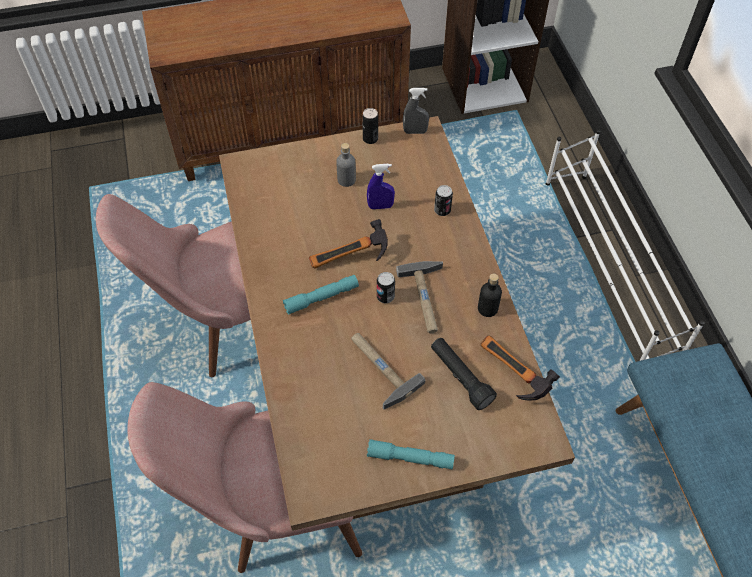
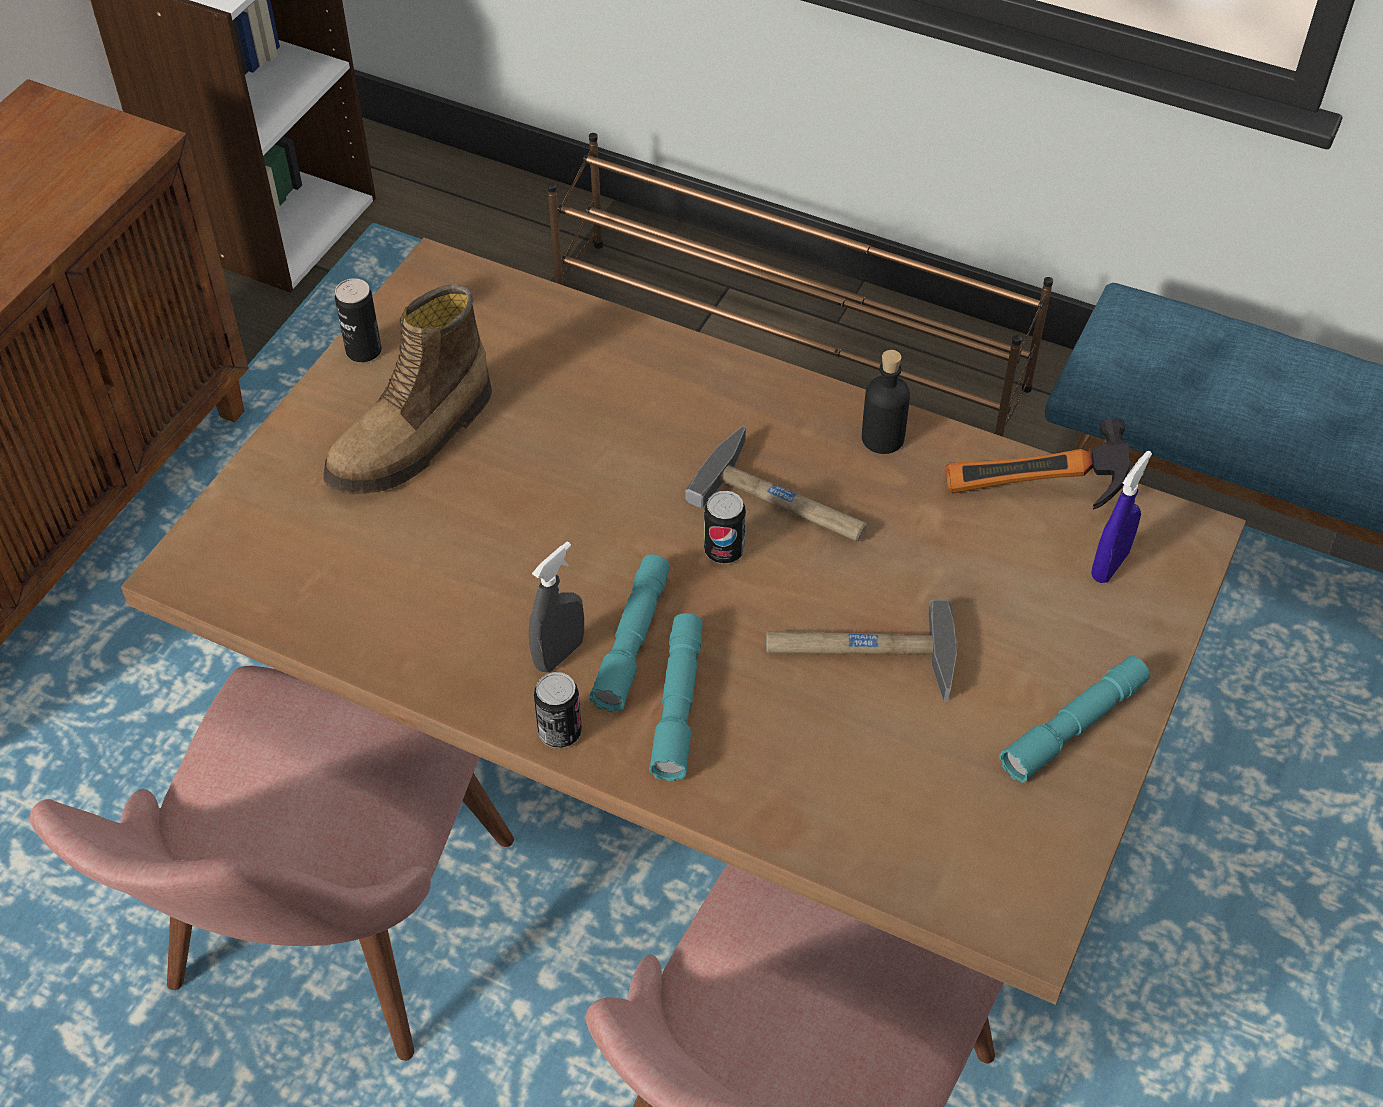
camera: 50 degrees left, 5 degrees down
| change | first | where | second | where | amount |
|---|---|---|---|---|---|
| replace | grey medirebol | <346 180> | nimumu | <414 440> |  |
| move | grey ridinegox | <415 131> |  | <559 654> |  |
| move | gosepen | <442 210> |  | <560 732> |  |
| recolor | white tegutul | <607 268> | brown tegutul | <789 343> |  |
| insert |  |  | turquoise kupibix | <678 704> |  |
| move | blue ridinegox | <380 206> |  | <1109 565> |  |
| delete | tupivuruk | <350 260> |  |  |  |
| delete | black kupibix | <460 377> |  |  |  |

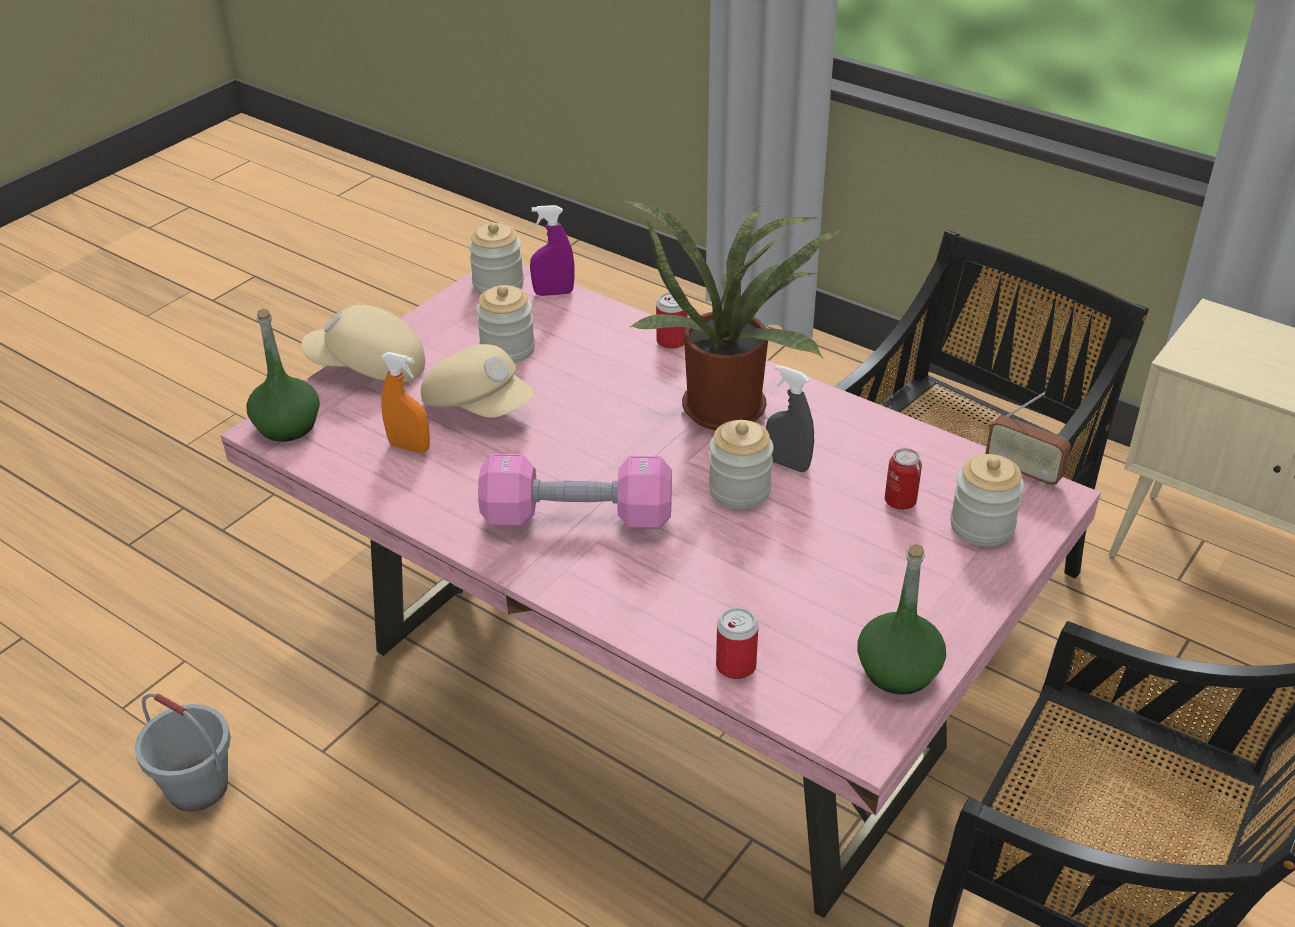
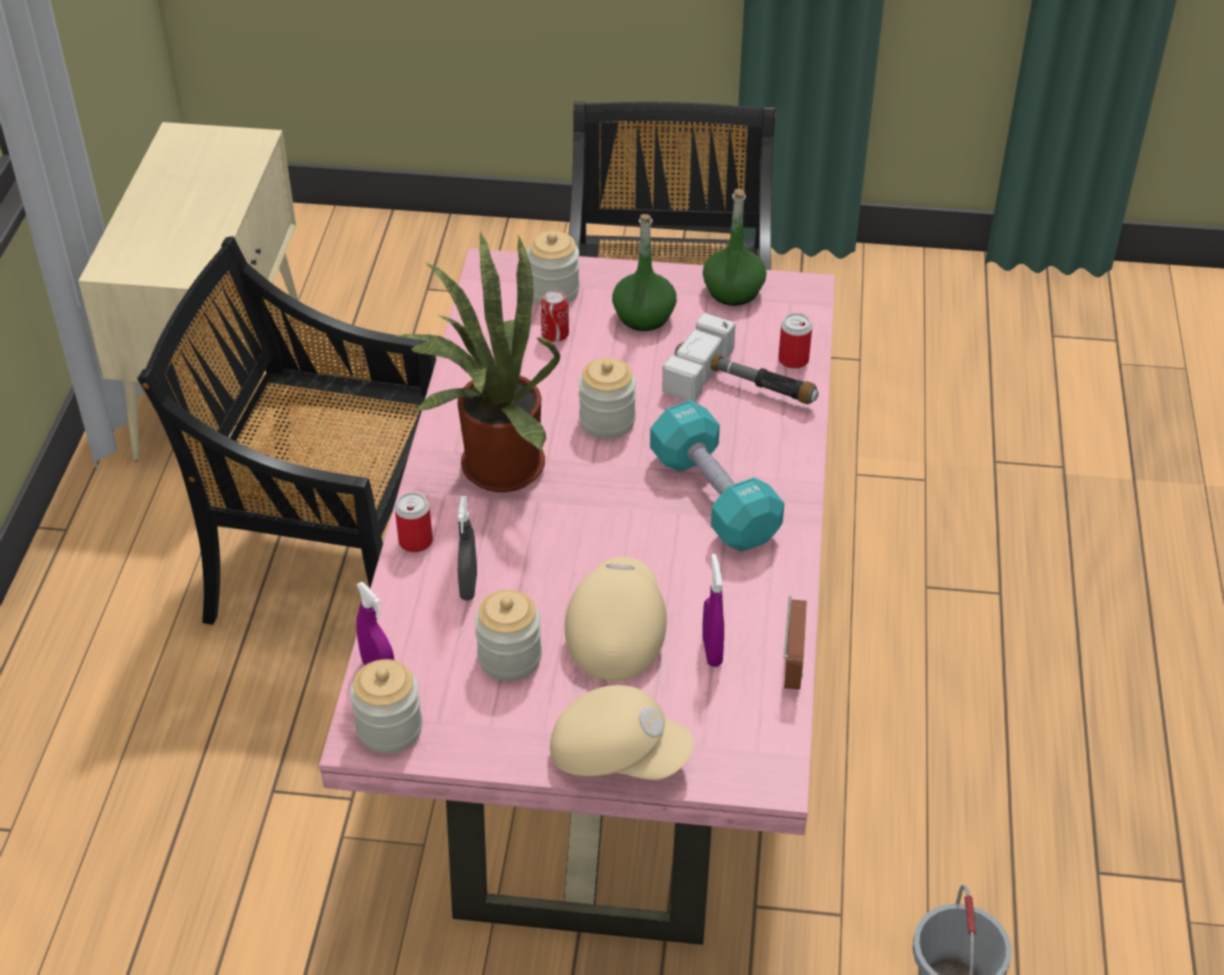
camera: 120 degrees left, 5 degrees up
| change | first | where | second | where | amount |
|---|---|---|---|---|---|
| move | grey ridinegox | <787 464> |  | <468 586> |  |
| rotate | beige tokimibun | <368 368> |  | <618 754> | 45 degrees counterclockwise |
| move | green medirebol | <288 426> |  | <644 316> |  |
| recolor | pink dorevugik | <577 517> | turquoise dorevugik | <714 497> |  |
| insert |  |  | tupivuruk | <745 386> |  |
| recolor | orange ridinegox | <409 447> | purple ridinegox | <712 651> |  |
| move | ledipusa | <1023 472> |  | <792 664> |  |

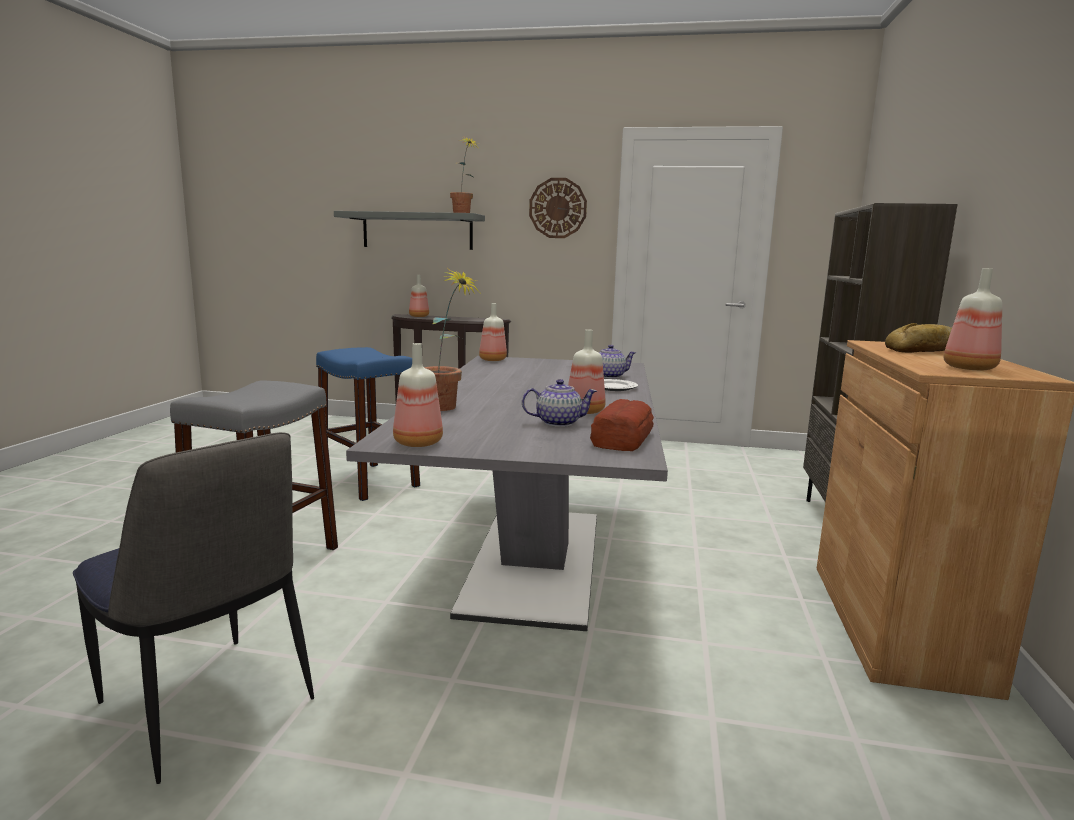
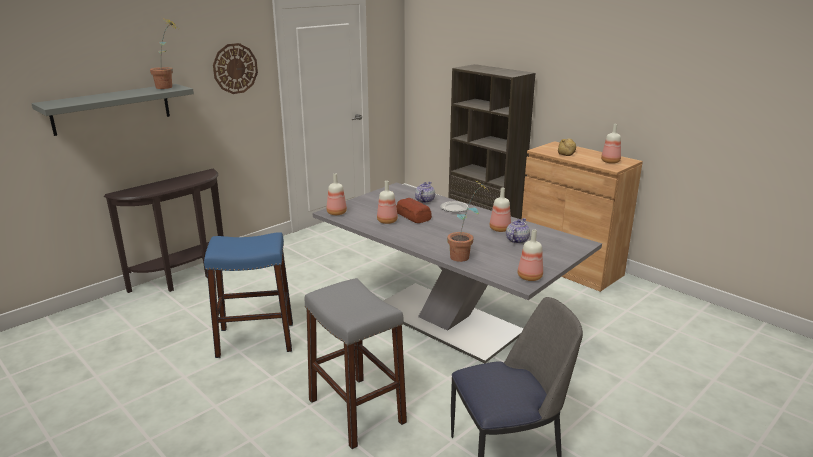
camera: 55 degrees left, 10 degrees up
| change | first | where | second | where | amount |
|---|---|---|---|---|---|
| move | medirebol | <419 316> |  | <388 221> |  |
| move | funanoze | <621 439> |  | <413 216> |  |

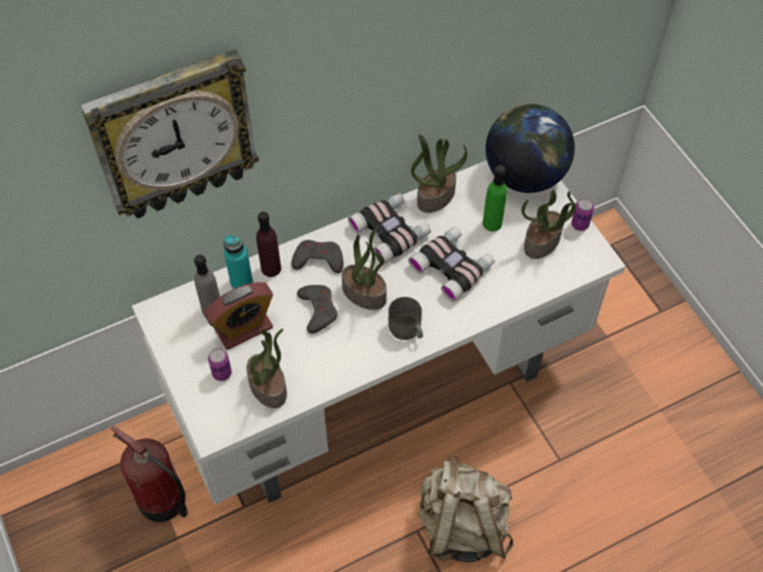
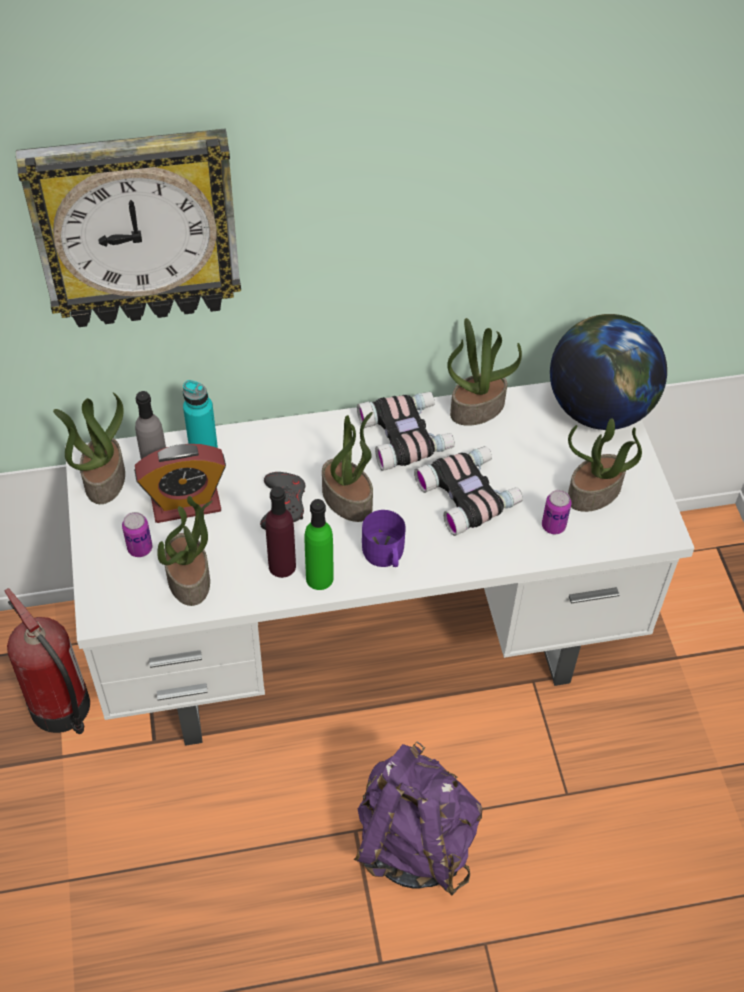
camera: 15 degrees right, 5 degrees down
| change | first | where | second | where | amount |
|---|---|---|---|---|---|
| insert |  |  | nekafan | <104 478> |  |
| move | purple medirebol | <271 268> |  | <282 566> |  |
| move | green medirebol | <492 223> |  | <319 578> |  |
| recolor | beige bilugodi | <462 526> | purple bilugodi | <414 841> |  |
| recolor | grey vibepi | <407 330> | purple vibepi | <384 556> |  |
| move | gosepen | <580 224> |  | <553 526> |  |
| delete | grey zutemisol | <318 259> |  |  |  |

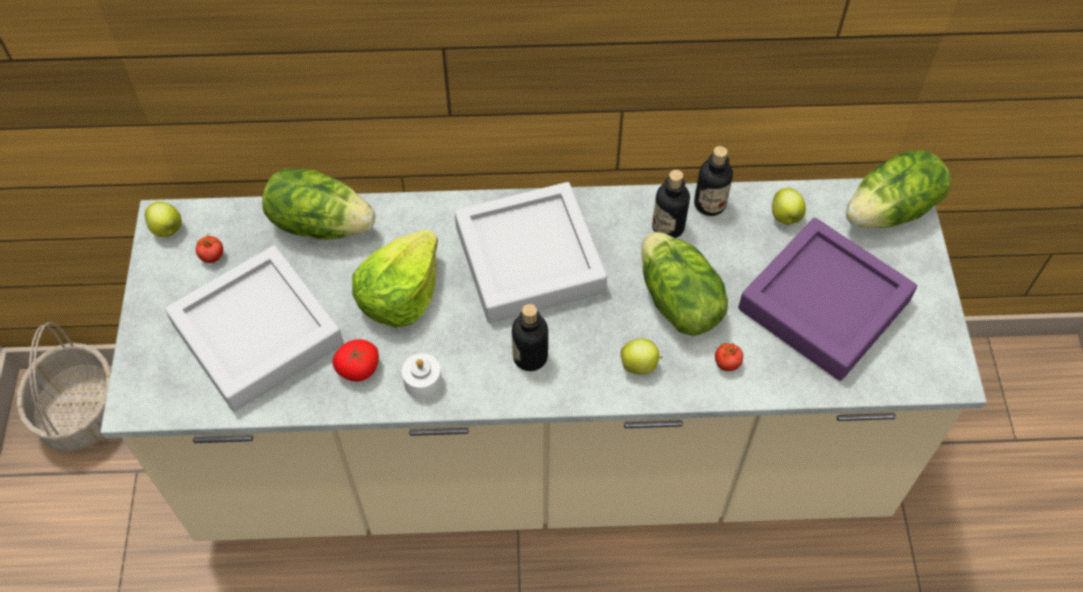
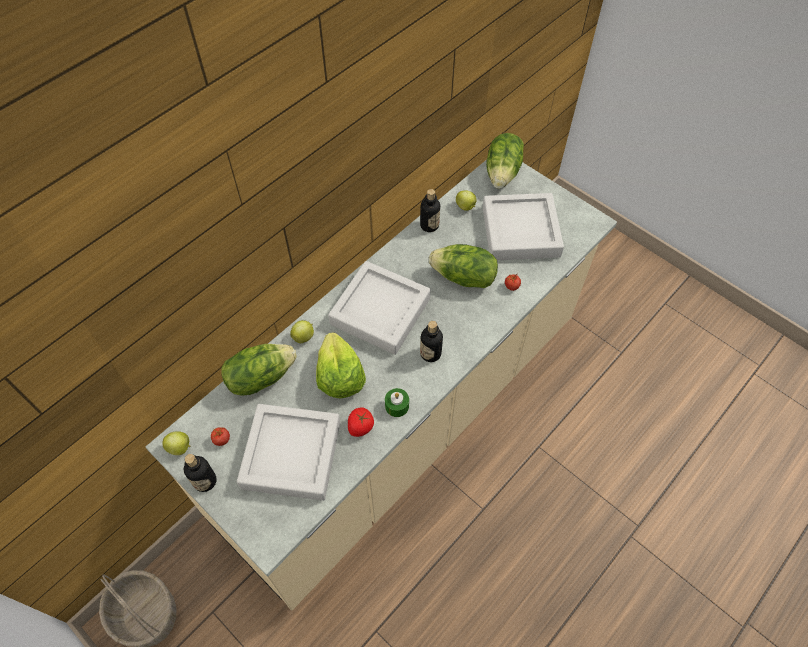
camera: 45 degrees left, 0 degrees up
| change | first | where | second | where | amount |
|---|---|---|---|---|---|
| move | medirebol | <668 227> |  | <205 481> |  |
| move | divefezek | <640 365> |  | <303 337> |  |
| recolor | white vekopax | <423 382> | green vekopax | <397 406> |  |
| recolor | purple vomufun | <823 305> | grey vomufun | <520 231> |  |

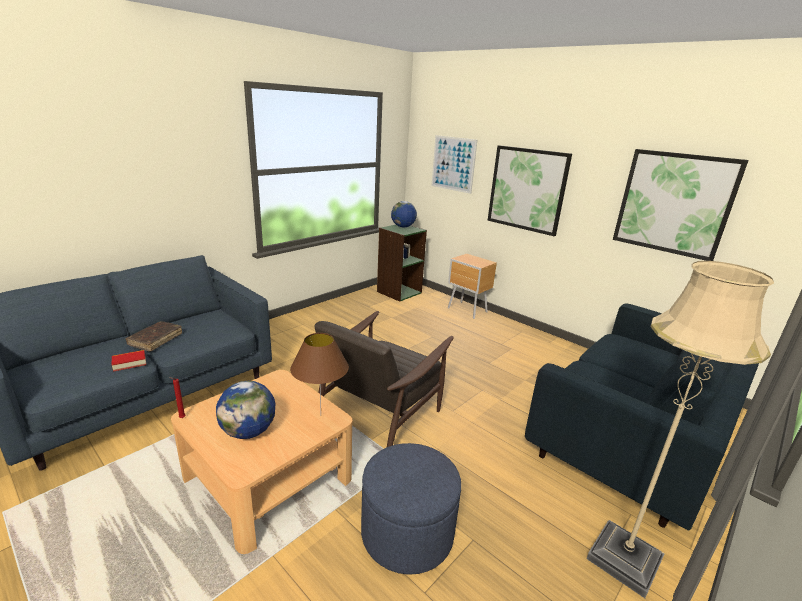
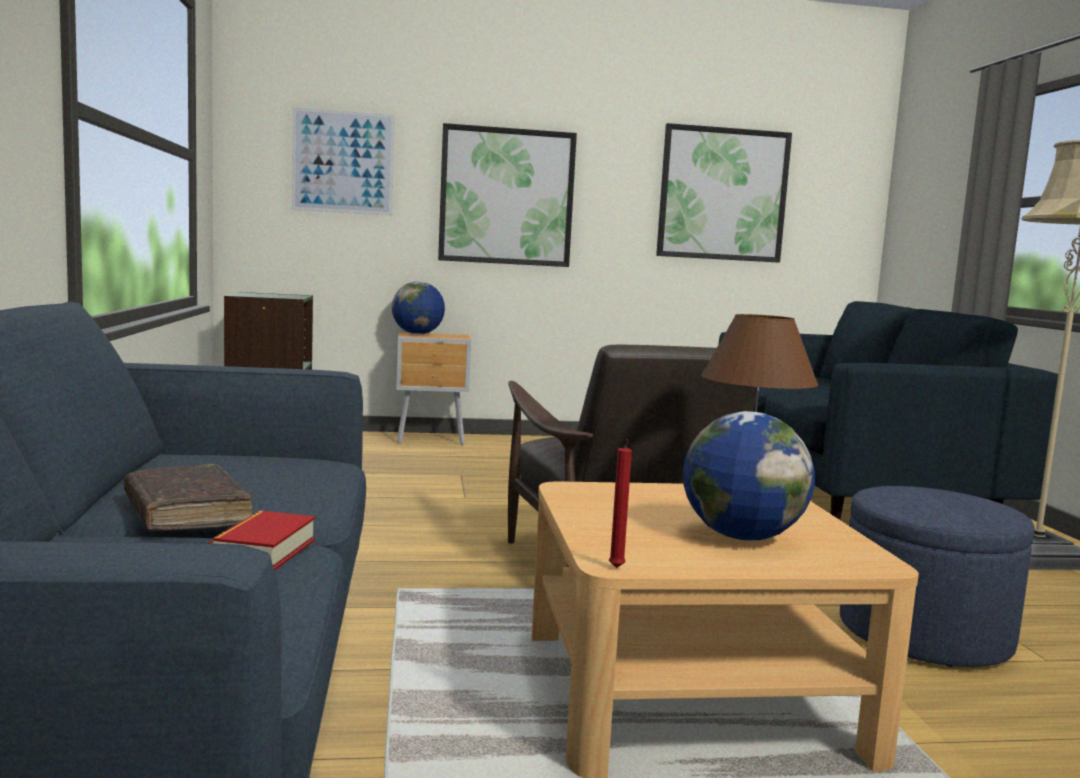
camera: 50 degrees left, 15 degrees down
| change | first | where | second | where | amount |
|---|---|---|---|---|---|
| move | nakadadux | <403 227> |  | <417 334> |  |

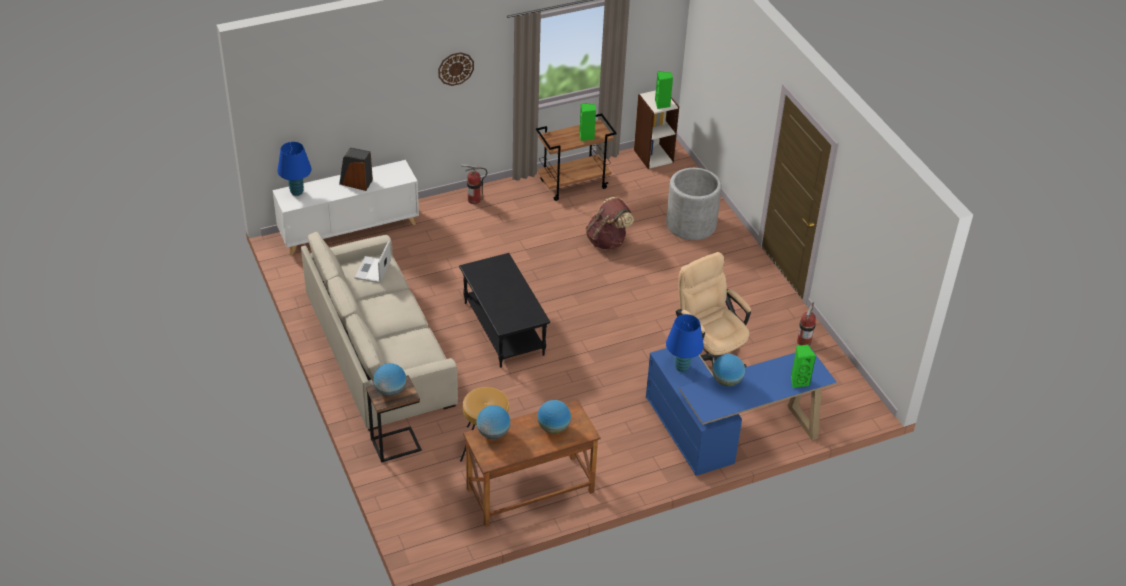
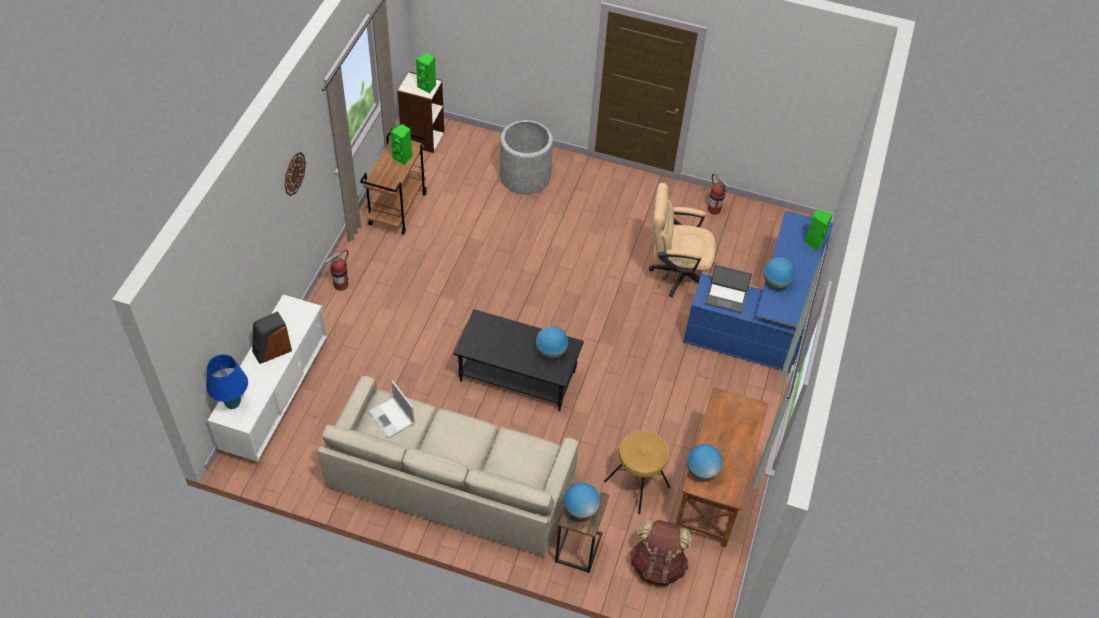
camera: 50 degrees left, 10 degrees up
| change | first | where | second | where | amount |
|---|---|---|---|---|---|
| move | nakadadux | <553 428> |  | <551 351> |  |
| move | brown bilugodi | <607 241> |  | <657 565> |  |
| replace | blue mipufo | <682 367> | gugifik | <726 297> |  |

